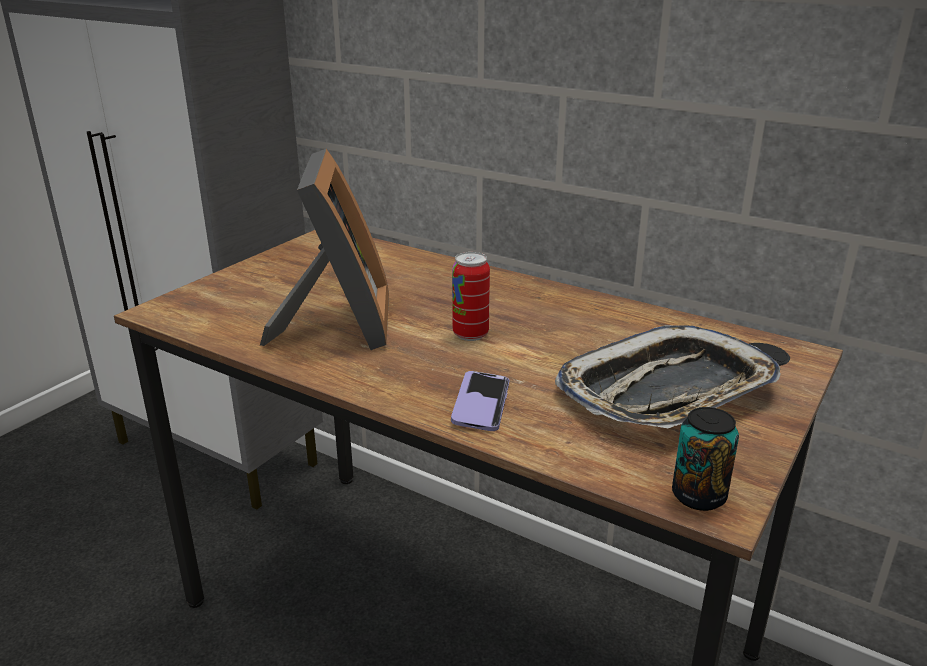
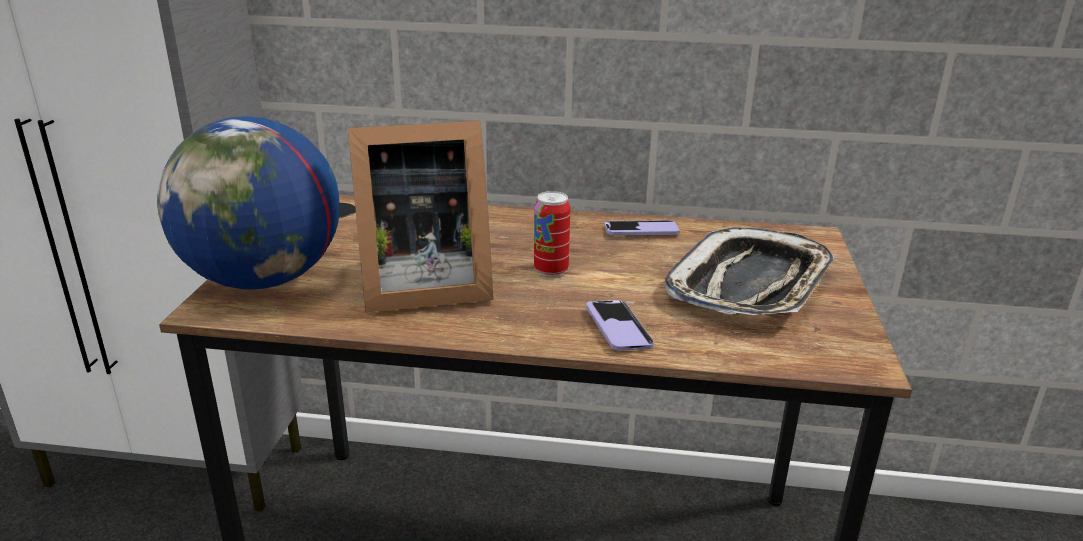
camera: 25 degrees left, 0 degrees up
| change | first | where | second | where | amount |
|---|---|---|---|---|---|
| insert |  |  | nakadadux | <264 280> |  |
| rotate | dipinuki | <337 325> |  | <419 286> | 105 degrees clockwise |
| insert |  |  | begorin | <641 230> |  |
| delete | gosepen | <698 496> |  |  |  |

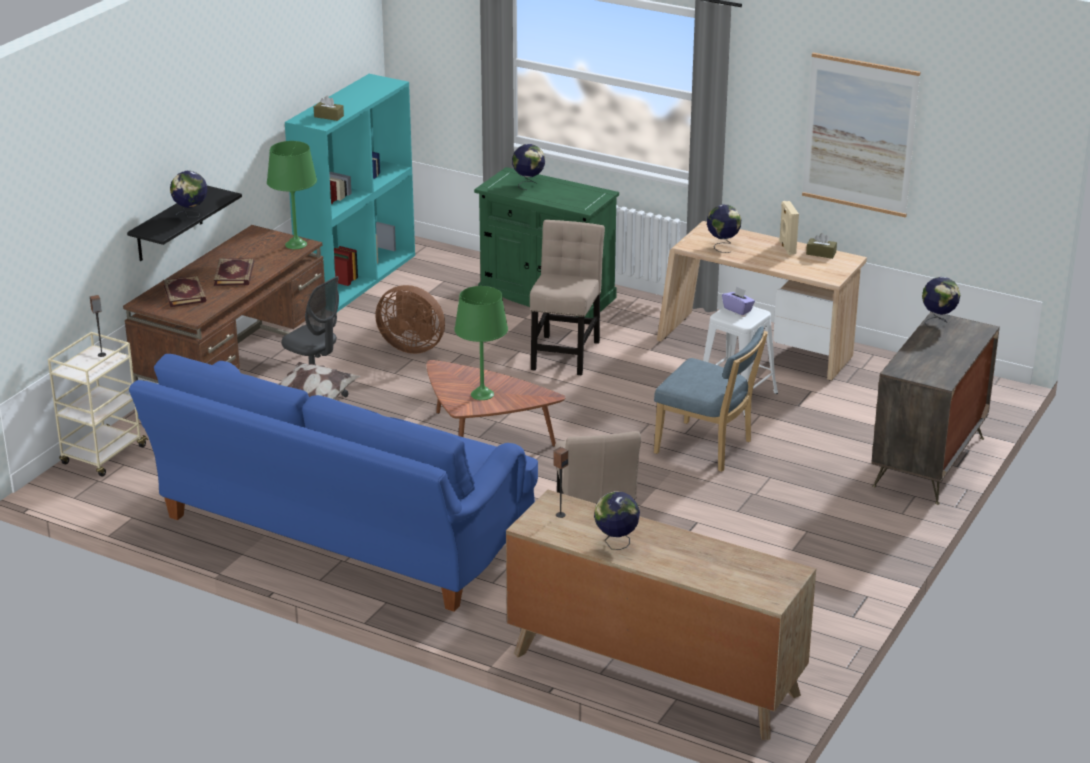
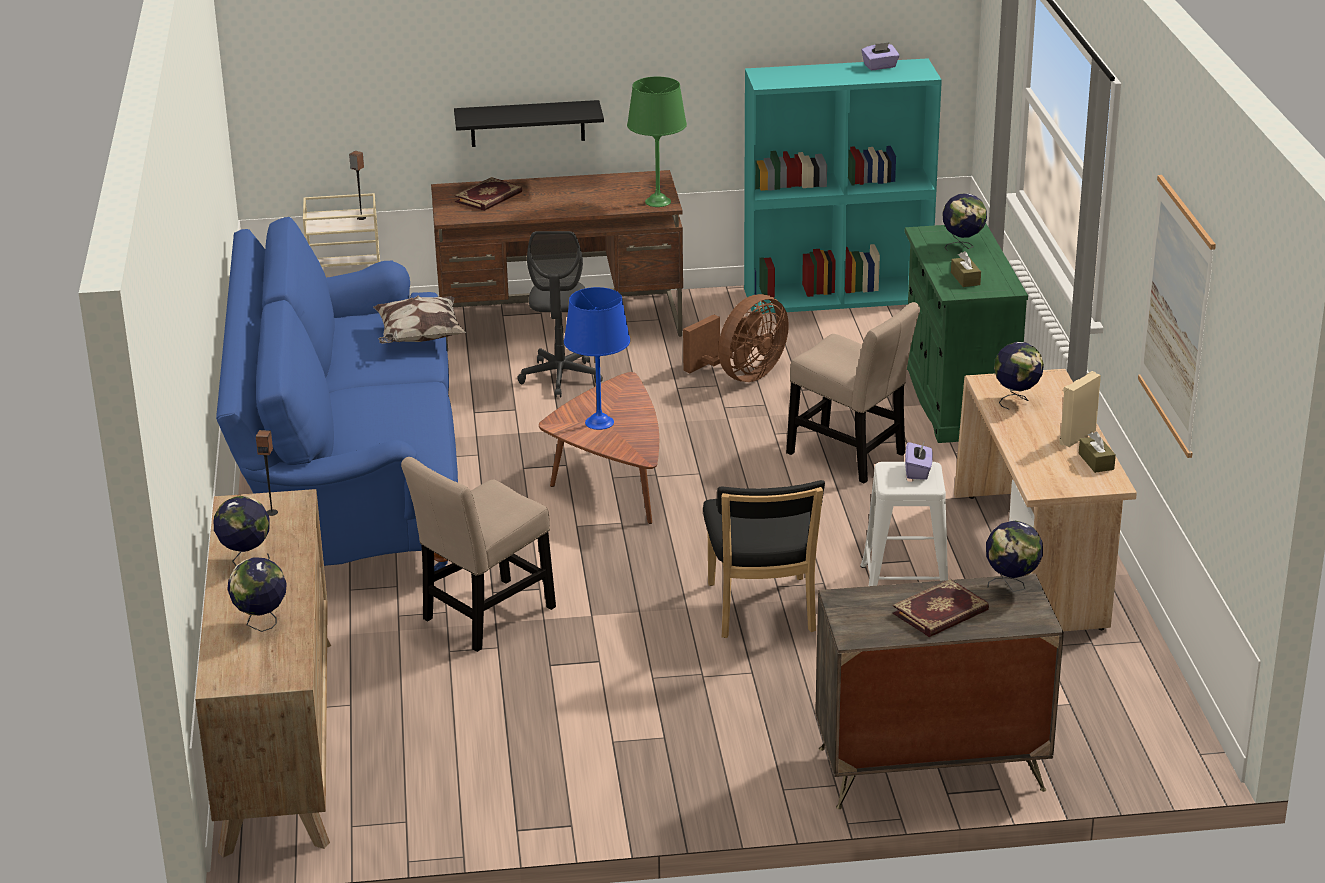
camera: 55 degrees right, 0 degrees up
| change | first | where | second | where | amount |
|---|---|---|---|---|---|
| move | nakadadux | <191 215> |  | <261 624> |  |
| recolor | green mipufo | <482 394> | blue mipufo | <599 422> |  |
| rotate | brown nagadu | <412 346> |  | <742 375> | 120 degrees counterclockwise |
| recolor | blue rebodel | <707 448> | black rebodel | <762 612> |  |
| rotate | beige rebodel | <565 353> |  | <850 456> | 60 degrees clockwise |
| insert |  |  | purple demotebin | <880 66> |  |
| move | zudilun | <235 274> |  | <941 612> |  |
| move | brown demotebin | <329 116> |  | <965 279> |  |

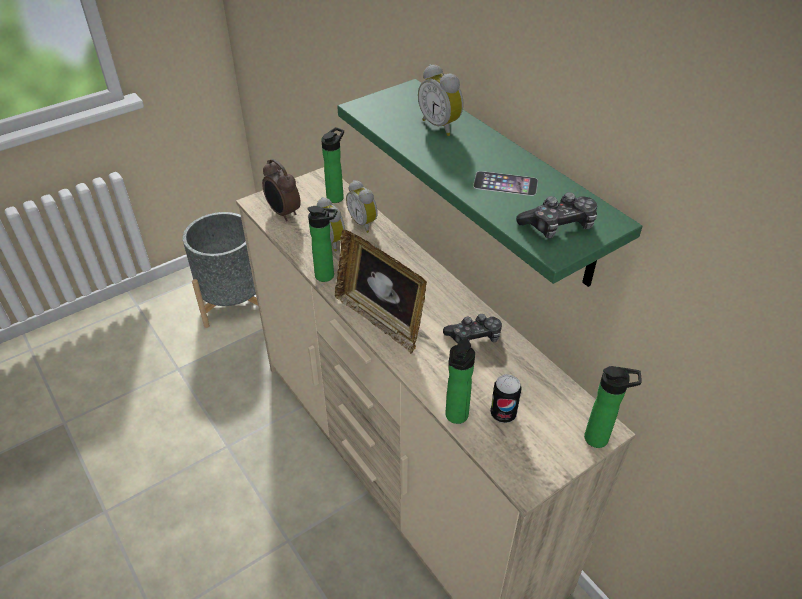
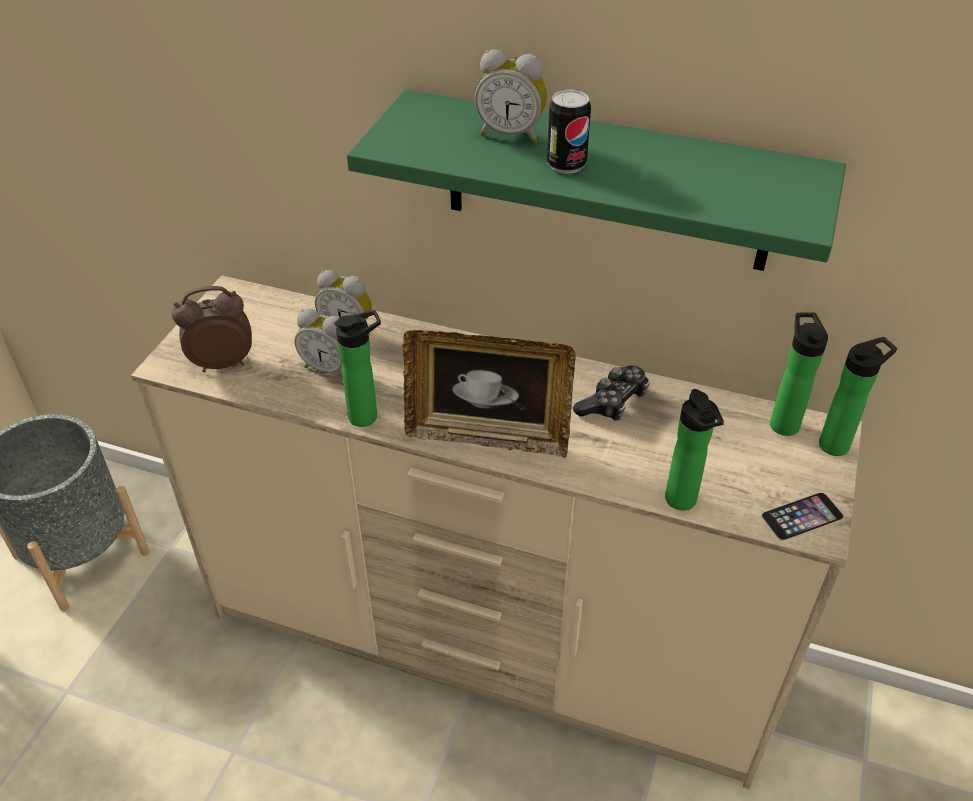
camera: 35 degrees left, 0 degrees up
| change | first | where | second | where | amount |
|---|---|---|---|---|---|
| rotate | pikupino | <283 213> |  | <222 362> | 150 degrees clockwise |
| move | gosepen | <503 414> |  | <566 165> |  |
| move | begorin | <505 183> |  | <802 516> |  |
| move | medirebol | <336 196> |  | <783 422> |  |
| delete | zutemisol | <558 226> |  |  |  |

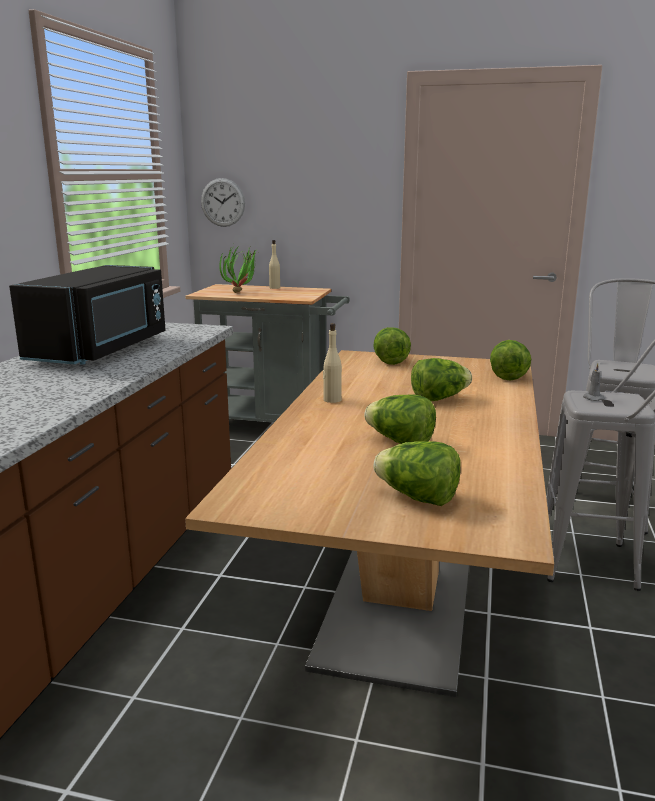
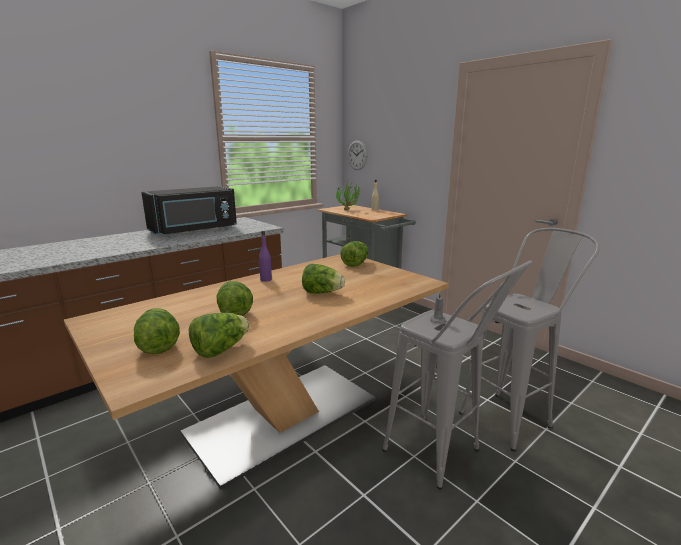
camera: 35 degrees right, 0 degrees up
| change | first | where | second | where | amount |
|---|---|---|---|---|---|
| move | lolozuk | <507 376> |  | <220 350> |  |
| recolor | beige medirebol | <332 400> | purple medirebol | <265 279> |  |

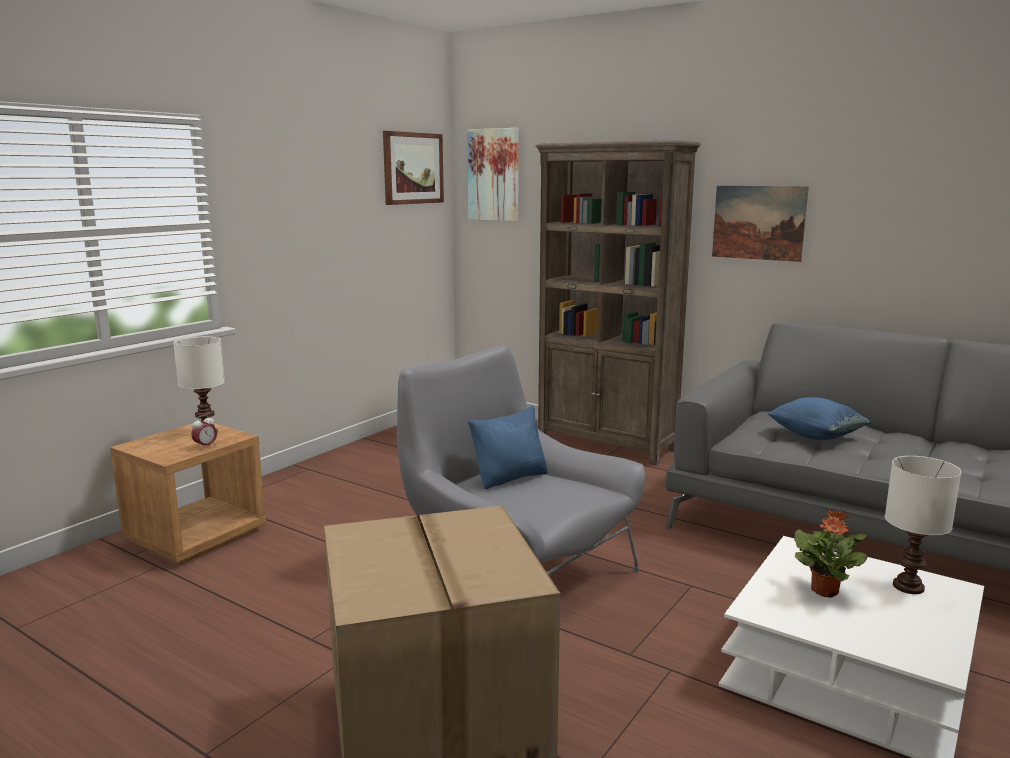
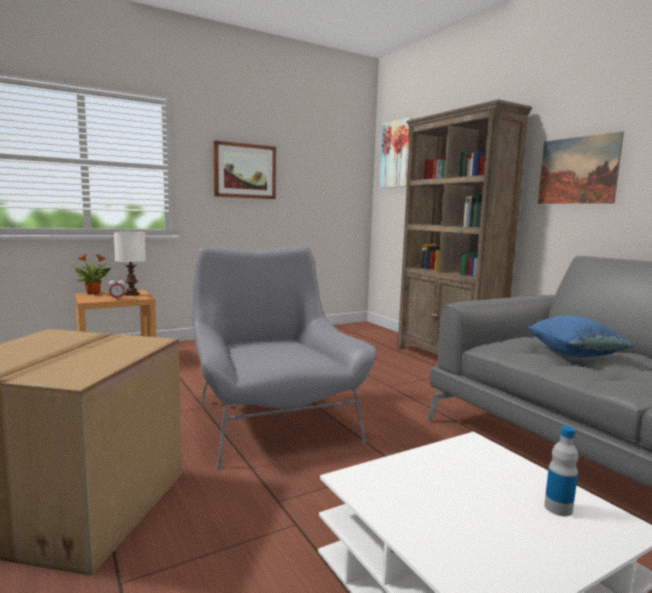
camera: 25 degrees right, 5 degrees down
| change | first | where | second | where | amount |
|---|---|---|---|---|---|
| move | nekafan | <825 590> |  | <94 293> |  |
| move | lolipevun | <413 168> |  | <245 171> |  |
| replace | white mipufo | <909 587> | medirebol | <558 508> |  |
| delete | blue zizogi | <510 478> |  |  |  |

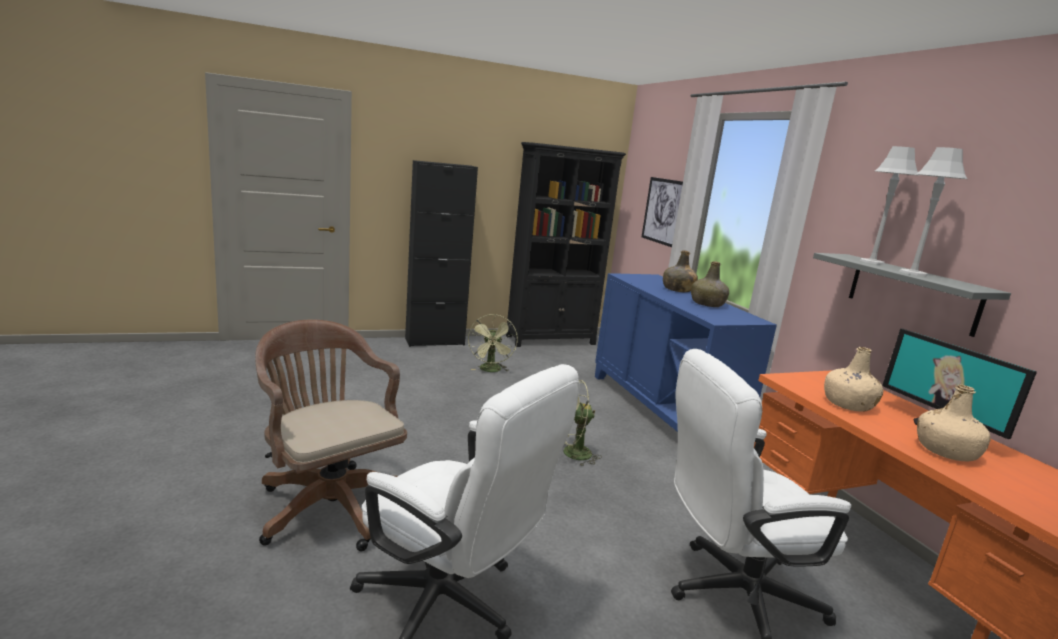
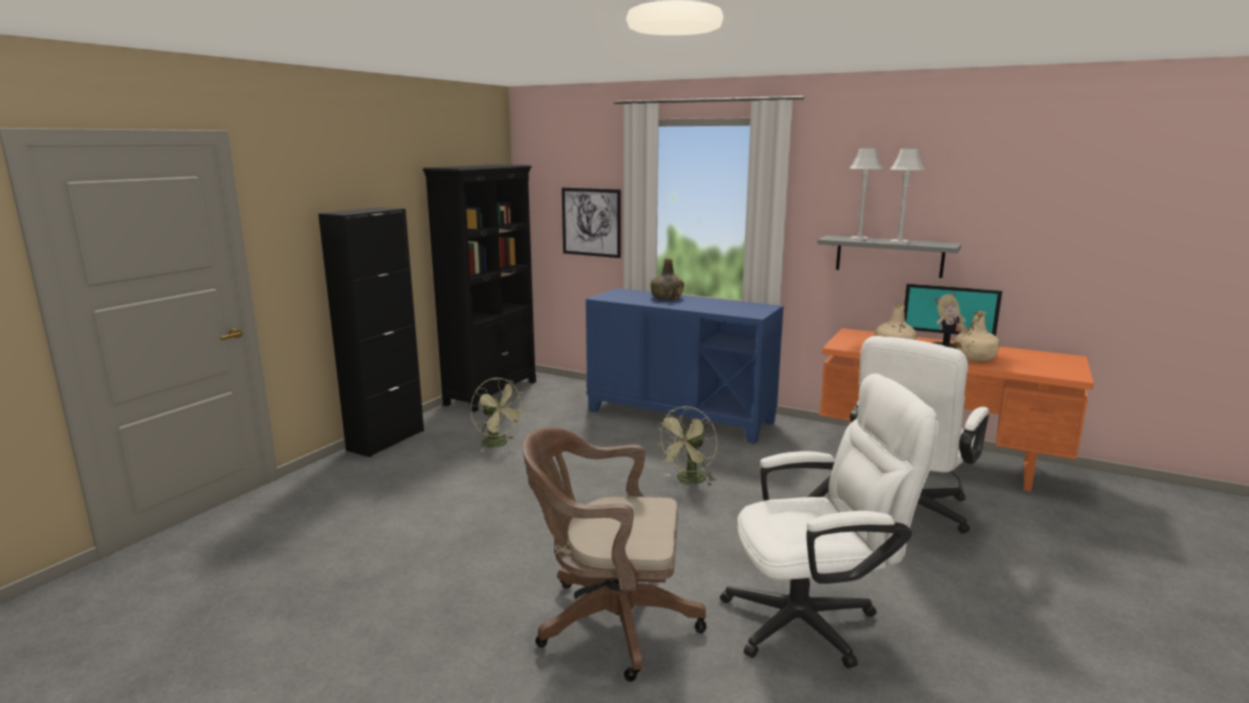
camera: 40 degrees left, 0 degrees up
| change | first | where | second | where | amount |
|---|---|---|---|---|---|
| delete | green medirebol | <707 304> |  |  |  |

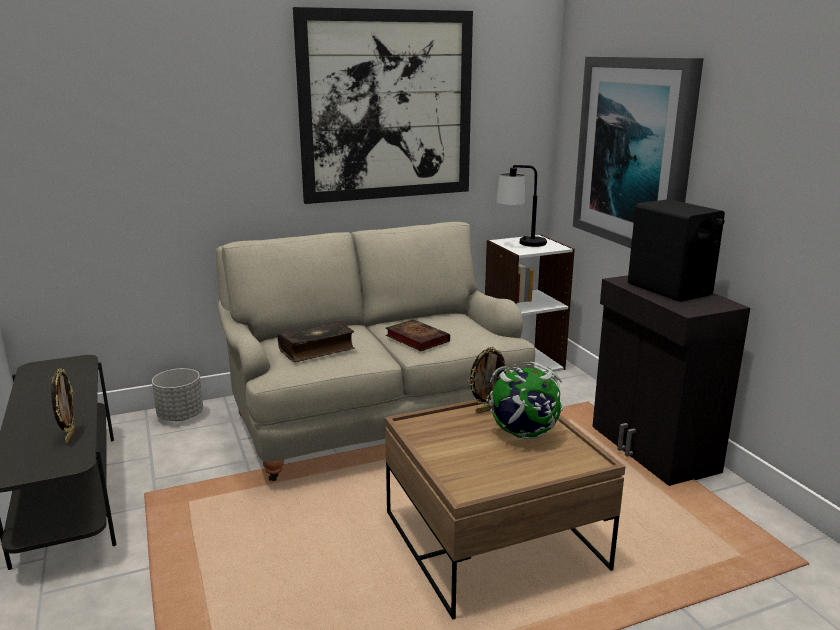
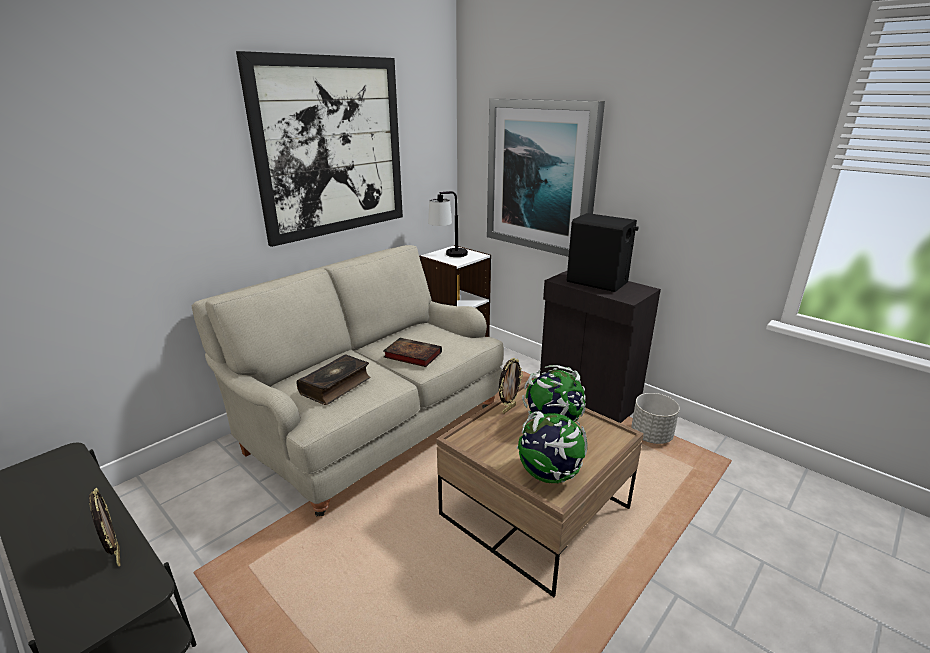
camera: 25 degrees left, 5 degrees up
| change | first | where | second | where | amount |
|---|---|---|---|---|---|
| insert |  |  | nakadadux | <549 475> |  |
| move | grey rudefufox | <181 416> |  | <651 436> |  |

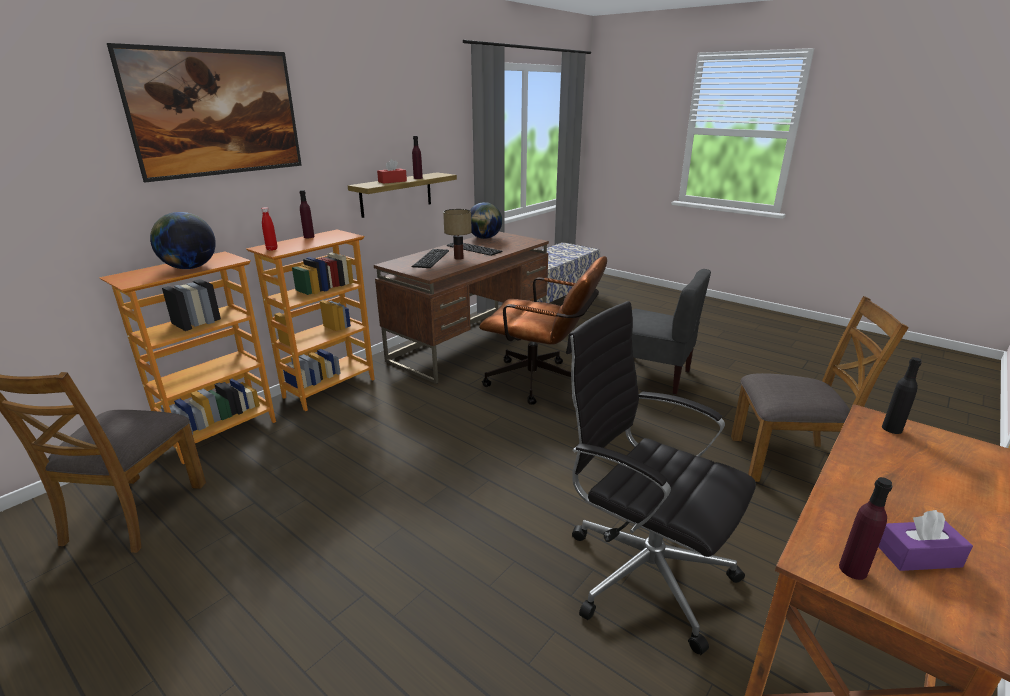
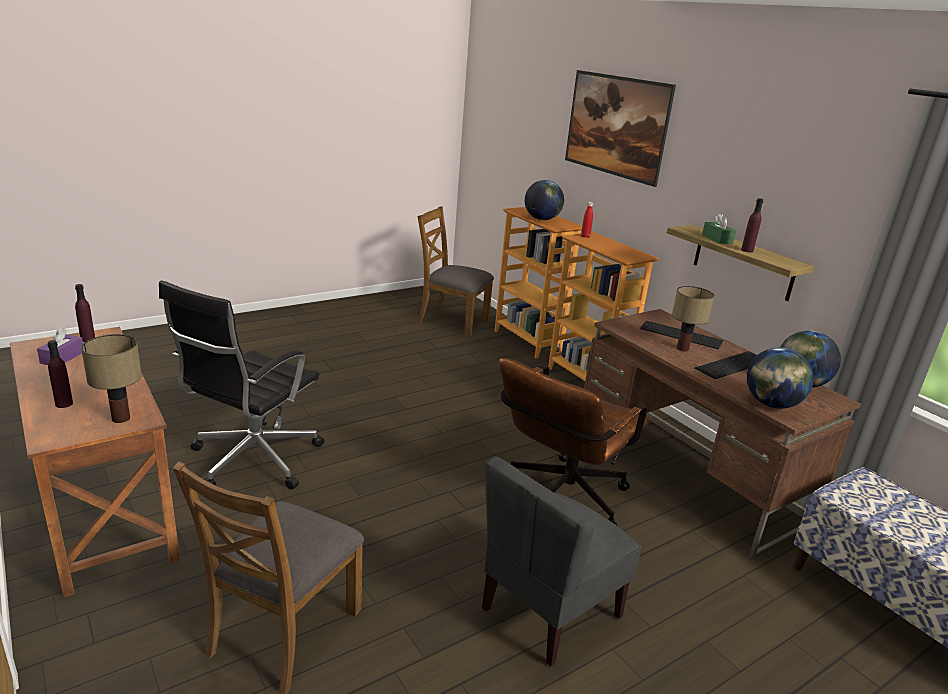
camera: 105 degrees right, 0 degrees up
| change | first | where | second | where | amount |
|---|---|---|---|---|---|
| move | purple medirebol | <309 237> |  | <64 404> |  |
| replace | black medirebol | <892 429> | mipufo | <121 418> |  |
| rotate | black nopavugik | <643 571> |  | <252 460> | 150 degrees clockwise |
| recolor | red demotebin | <392 181> | green demotebin | <717 239> |  |
| insert |  |  | nakadadux | <771 404> |  |

